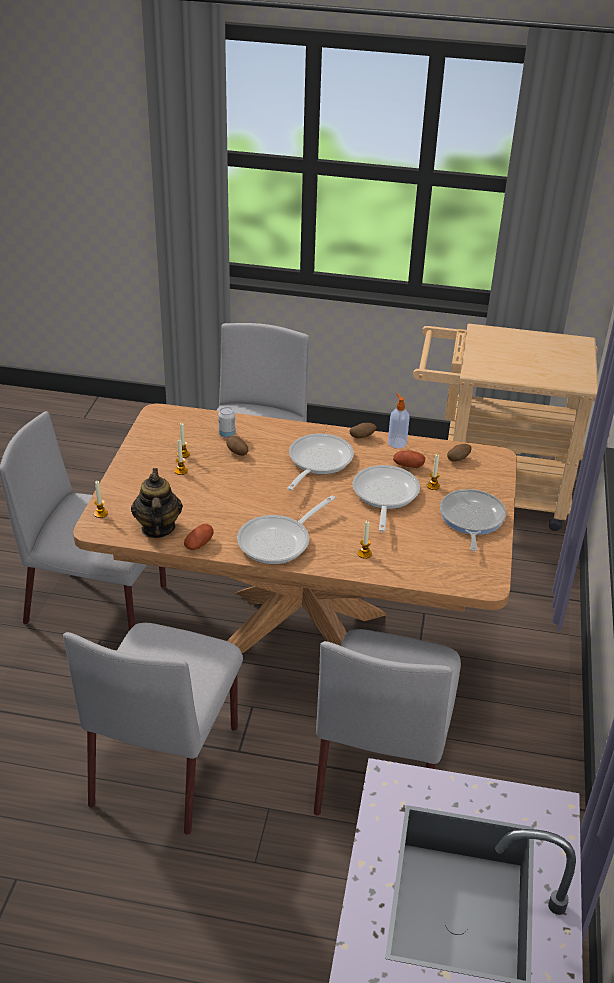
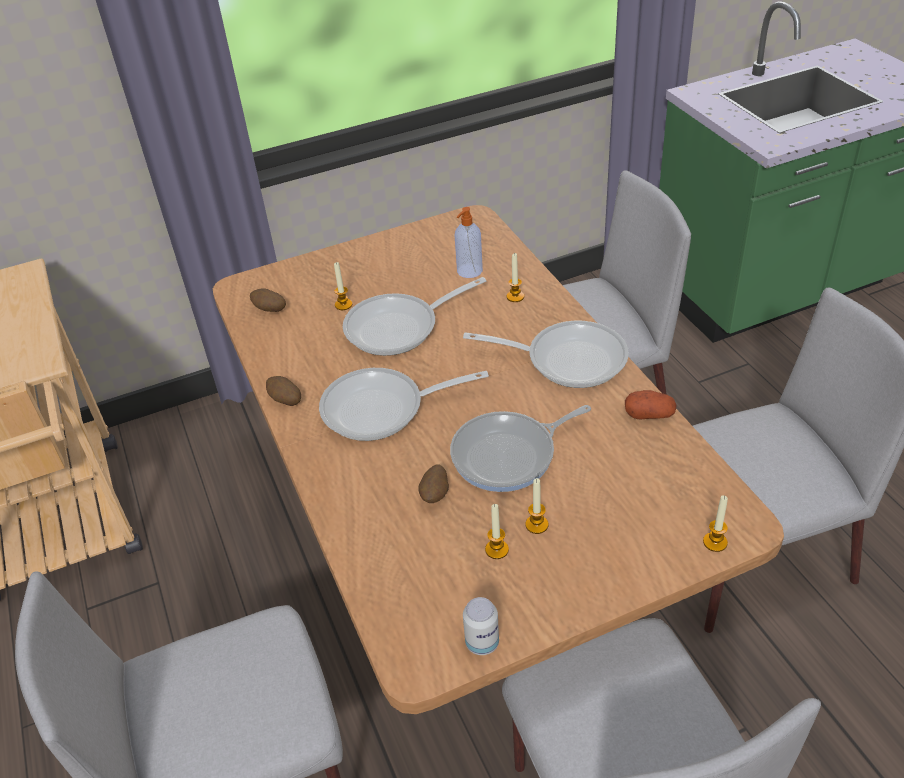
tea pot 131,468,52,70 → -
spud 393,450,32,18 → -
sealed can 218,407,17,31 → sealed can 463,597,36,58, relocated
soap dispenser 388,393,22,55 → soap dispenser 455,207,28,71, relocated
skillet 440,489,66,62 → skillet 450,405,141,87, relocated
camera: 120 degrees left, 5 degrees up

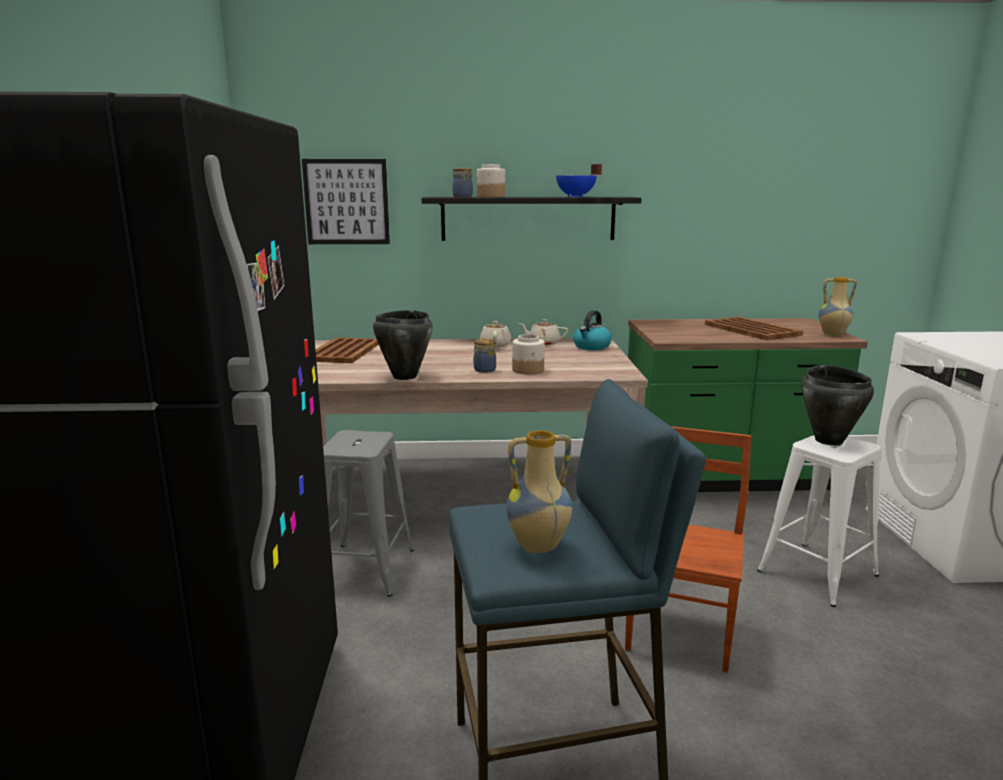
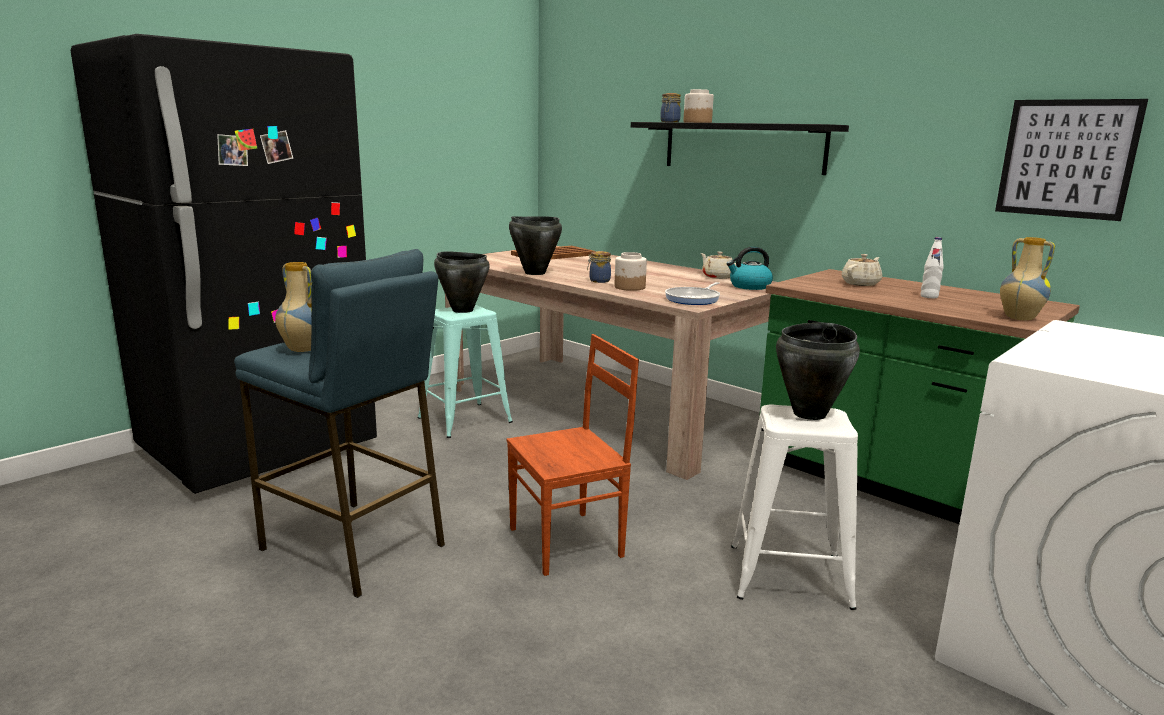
saucepot in bluish 556,164,46,33 → -
- → saucepot in blackish 434,252,56,61
- → skillet 665,282,55,23
picture 302,159,88,85 → picture 995,99,153,122, relocated
tea pot in beige 480,321,31,26 → tea pot in beige 842,254,40,32, relocated
carrying tray in brownish 705,317,98,24 → bottle in whitish 921,237,23,61
stool seat in greyish 323,430,91,167 → stool seat in turquoise-coloured 418,305,95,133
camera: 45 degrees right, 0 degrees up

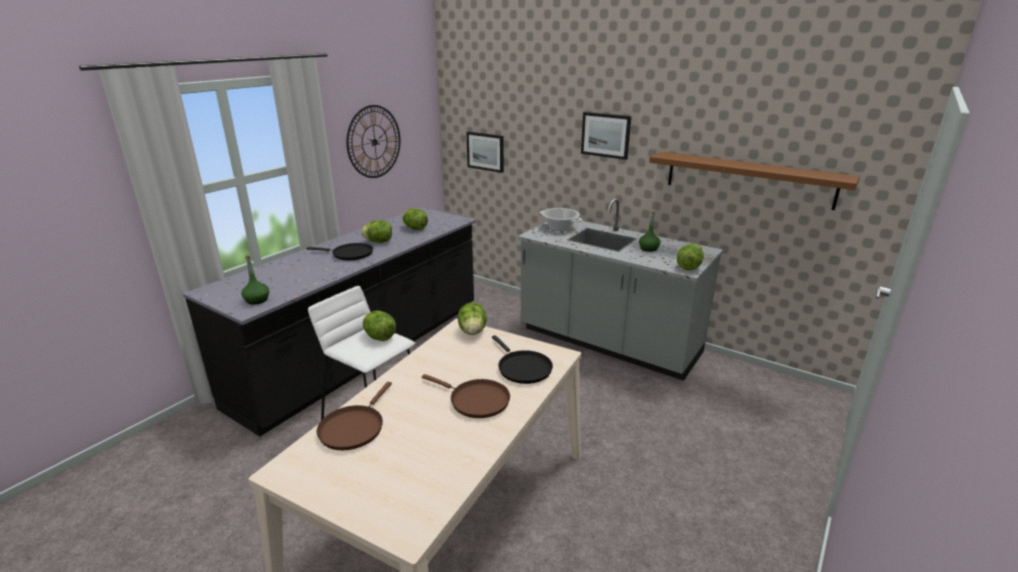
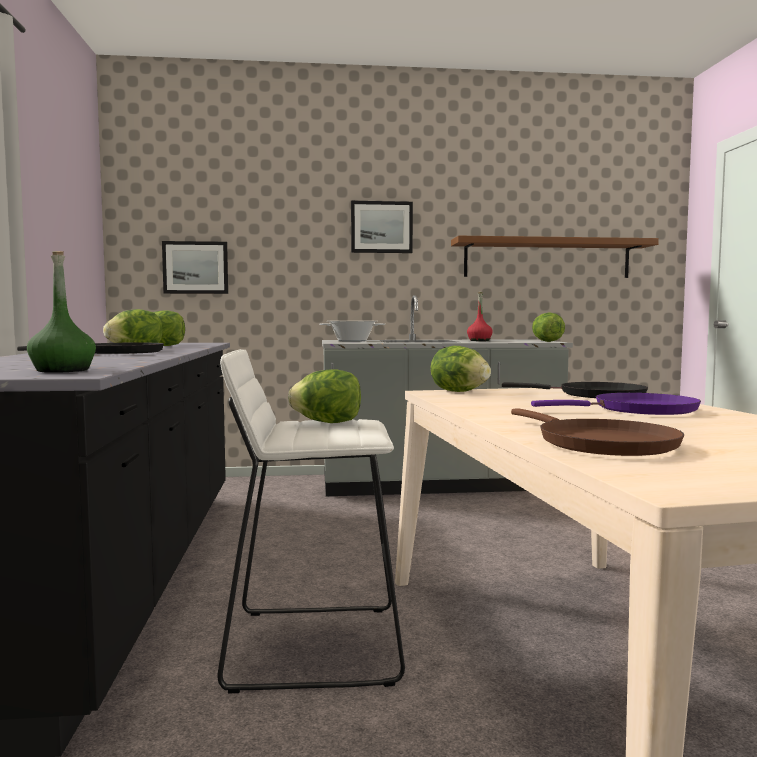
wall clock 347,105,53,73 → -
skillet in brownish 422,374,88,44 → skillet in purple-coloured 531,393,170,22
bottle in green 639,210,21,42 → bottle in red 467,292,26,49
camera: 40 degrees left, 20 degrees down

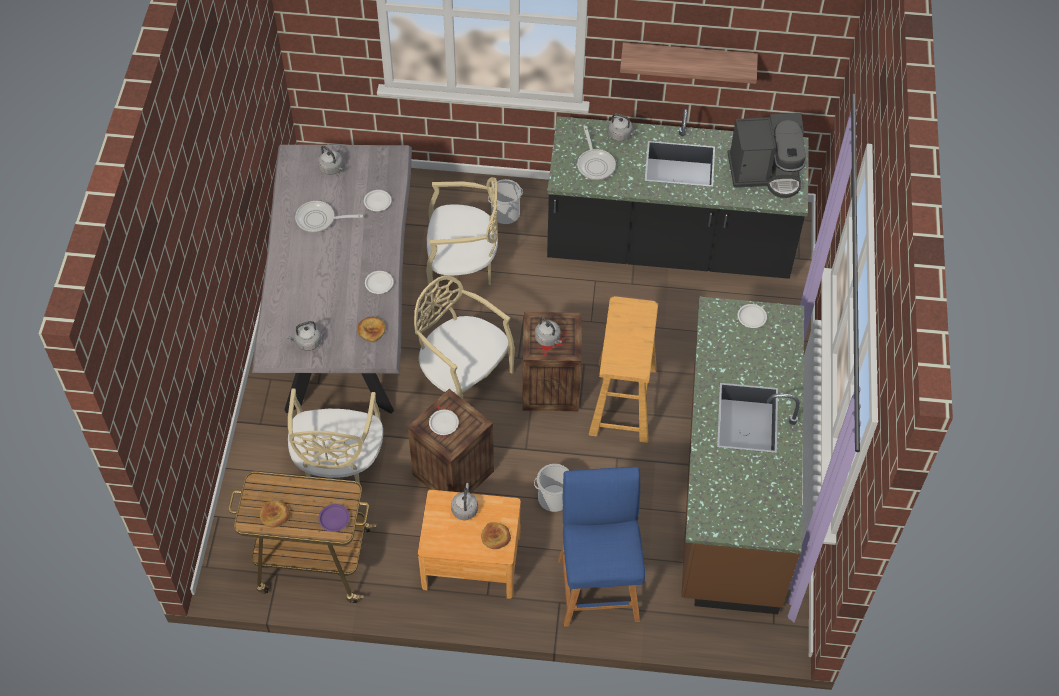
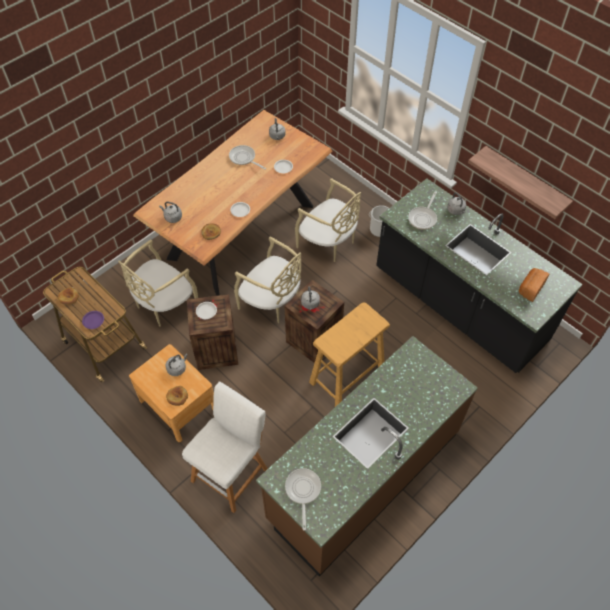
water bucket 534,464,35,48 → -
flat dish in whitish 738,304,29,24 → -
- → skillet 285,468,36,62
coffee brewer 727,113,79,85 → bread 519,268,30,34
dinner table in greyish 252,145,160,269 → dinner table in brownish 133,110,199,186
stool seat in bluish 558,467,87,160 → stool seat in whitish 182,382,86,131
upright chair in beige 414,275,101,124 → upright chair in beige 234,236,67,87, 135 degrees clockwise
camera: 40 degrees right, 0 degrees up

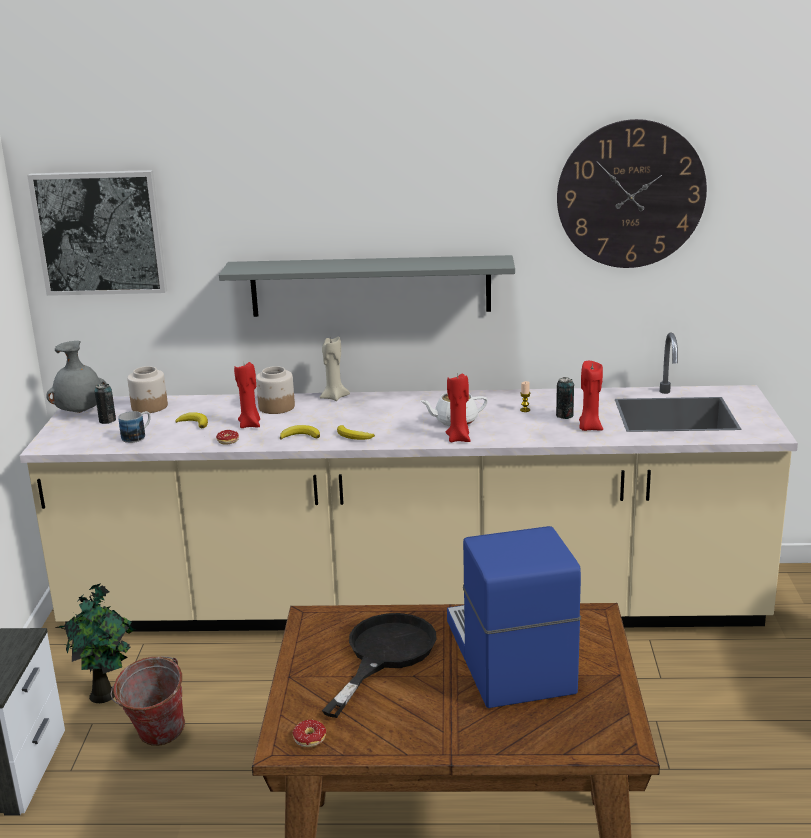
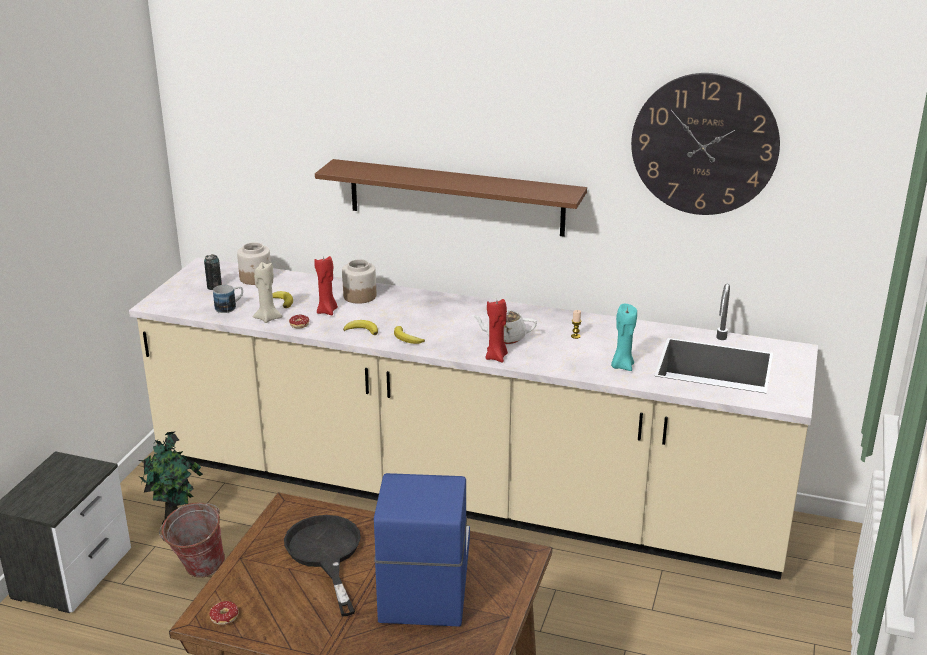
picture 27,170,140,126 → -
decorative vase in greyish 46,341,61,72 → -
sealed can 556,377,18,42 → -
candle in beige 320,336,30,65 → candle in beige 253,262,30,61, relocated
wall shelf in greyish 219,255,296,62 → wall shelf in brownish 315,159,272,78
candle in red 579,361,24,70 → candle in turquoise-coloured 611,304,26,67
skillet in blackish 322,613,115,105 → skillet in blackish 284,515,77,101, 60 degrees counterclockwise
camera: 15 degrees right, 5 degrees up

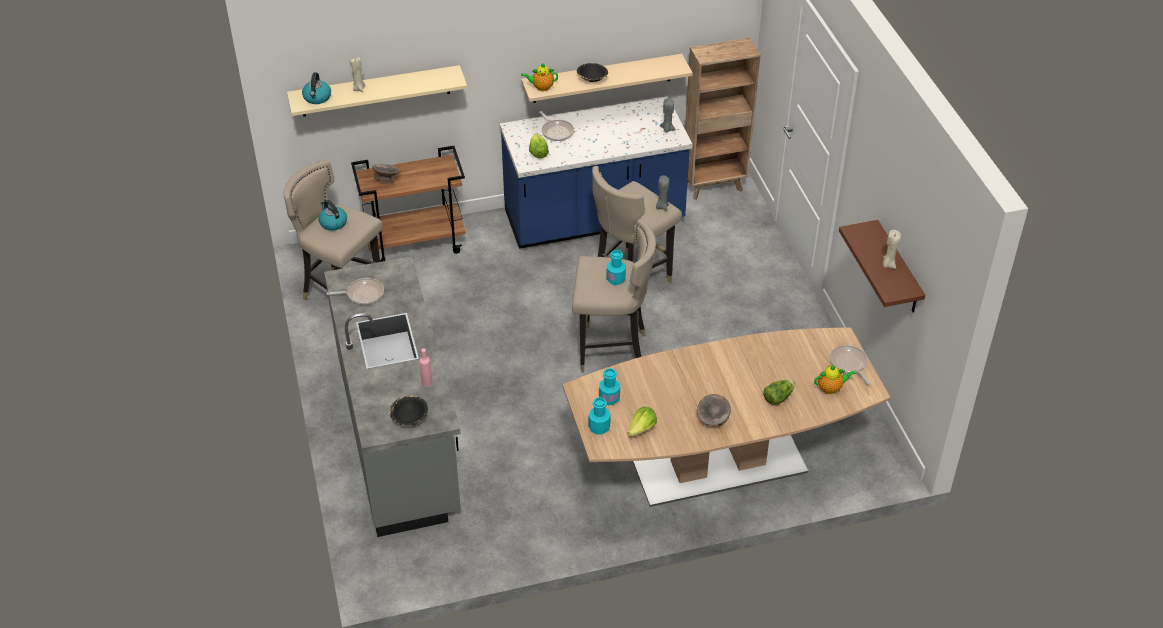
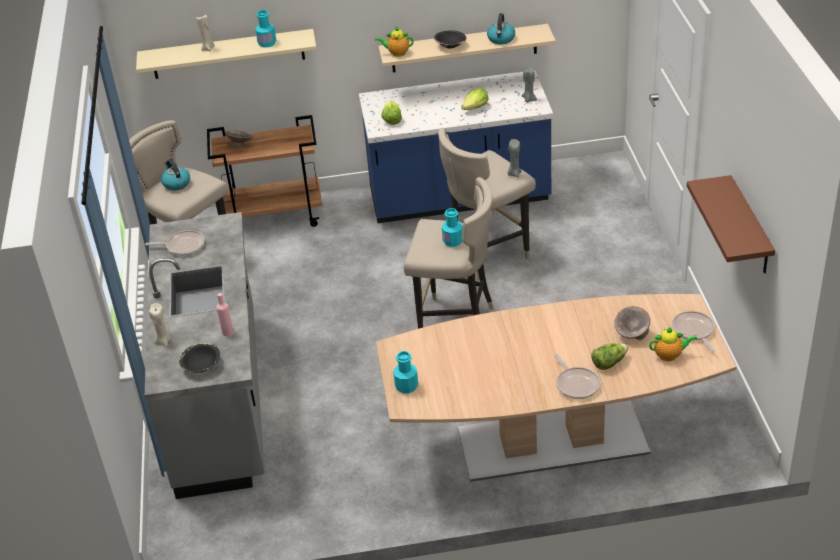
shelving unit in brownish 685,38,75,162 → -
kettle 302,73,29,31 → kettle 487,13,28,31, relocated
skillet 539,111,35,30 → skillet 554,354,46,45, relocated
bottle in turquoise-coloured 599,368,21,37 → bottle in turquoise-coloured 255,10,21,37, relocated
lettuce head 627,407,30,30 → lettuce head 461,88,28,22, relocated
serving bowl in greyish 697,394,34,32 → serving bowl in greyish 614,306,36,34, relocated
candle in beige 882,230,19,39 → candle in beige 149,303,23,43, relocated
camera: 10 degrees right, 5 degrees down

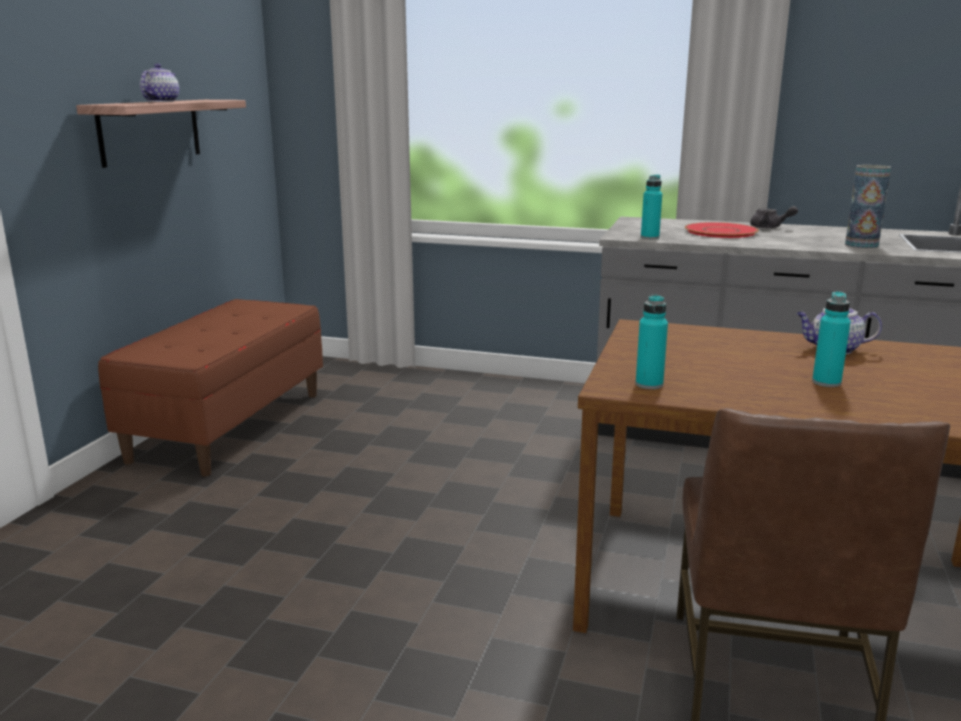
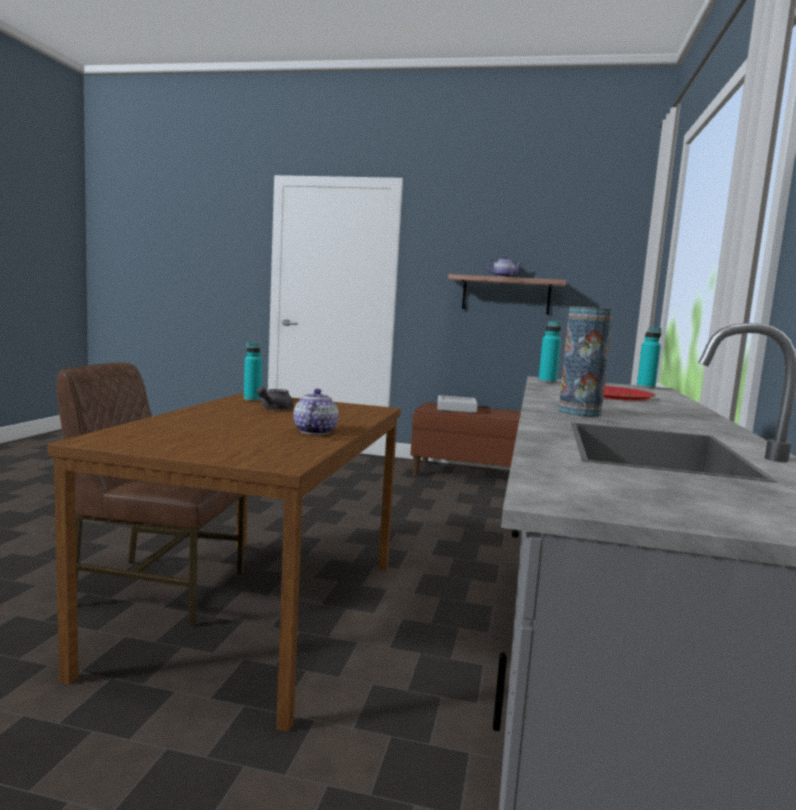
- → carrying tray in greyish 437,395,41,18
tea pot in greyish 750,206,48,23 → tea pot in greyish 257,387,36,23, relocated
bottle in turquoise-coloured 812,291,39,96 → bottle in turquoise-coloured 637,327,24,61, relocated
camera: 85 degrees right, 10 degrees down

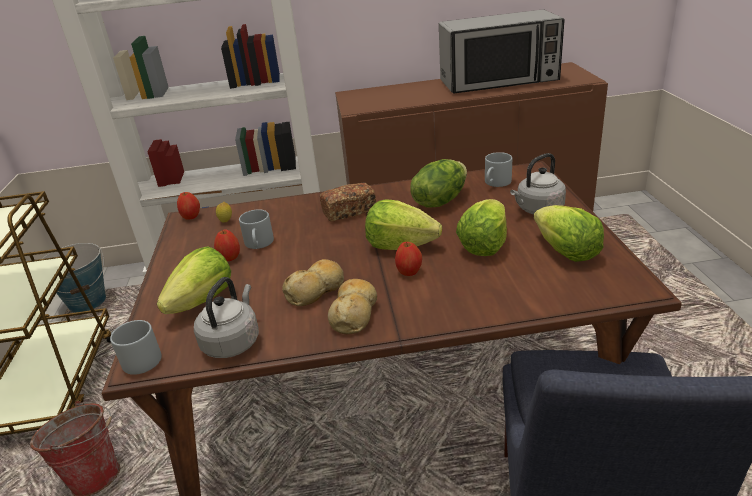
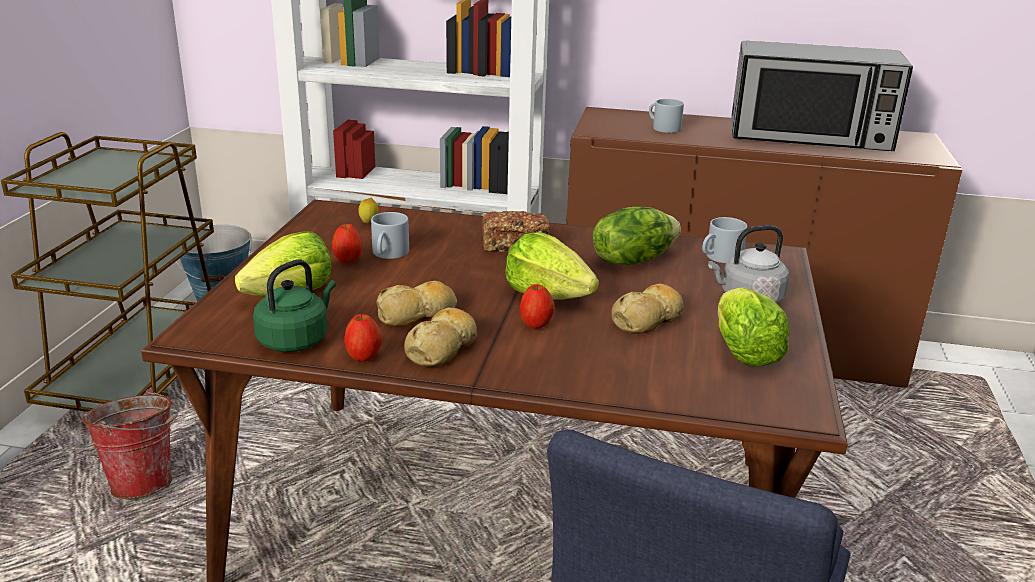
tea mug in greyish 110,320,52,55 → tea mug in greyish 649,99,35,34, relocated
apple 177,192,23,28 → apple 344,314,38,47, relocated
lettuce head 456,199,51,57 → bread 611,284,73,50
kettle in greyish 194,277,65,81 → kettle in green 253,259,83,93
camera: 15 degrees right, 5 degrees down

